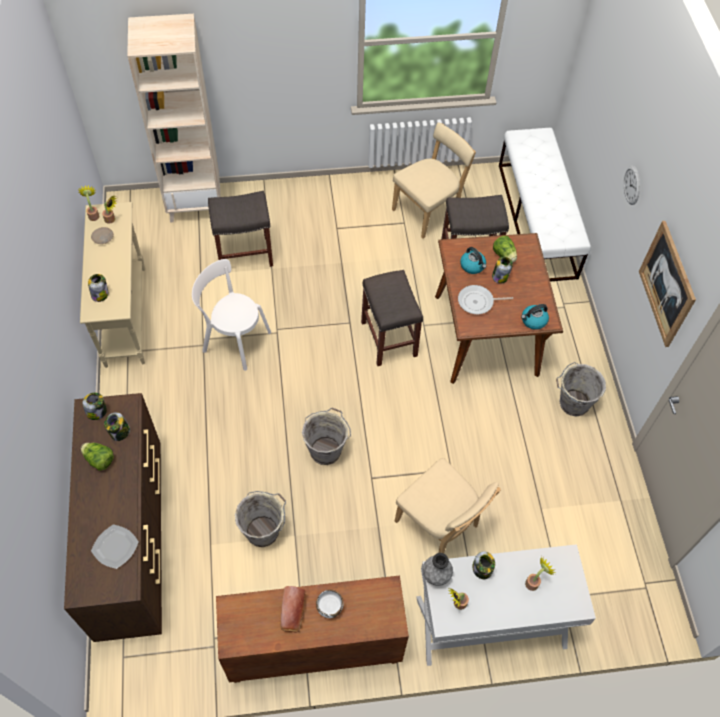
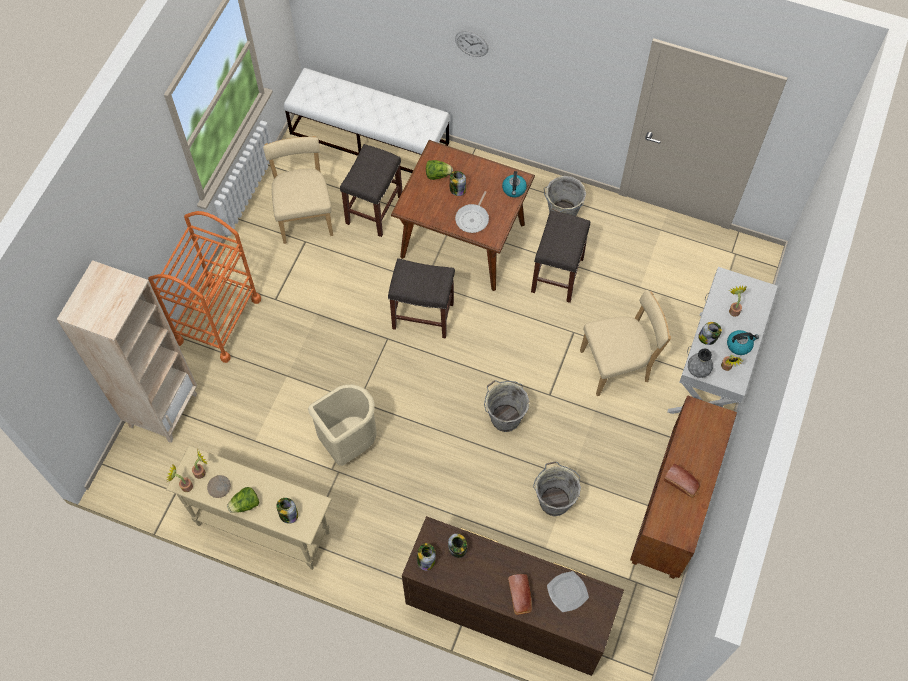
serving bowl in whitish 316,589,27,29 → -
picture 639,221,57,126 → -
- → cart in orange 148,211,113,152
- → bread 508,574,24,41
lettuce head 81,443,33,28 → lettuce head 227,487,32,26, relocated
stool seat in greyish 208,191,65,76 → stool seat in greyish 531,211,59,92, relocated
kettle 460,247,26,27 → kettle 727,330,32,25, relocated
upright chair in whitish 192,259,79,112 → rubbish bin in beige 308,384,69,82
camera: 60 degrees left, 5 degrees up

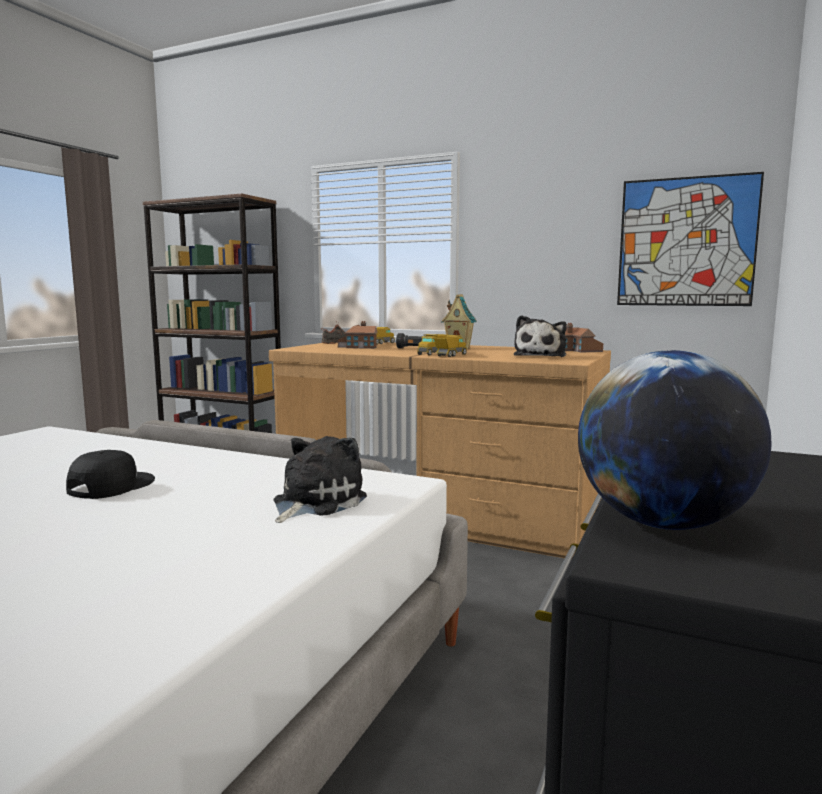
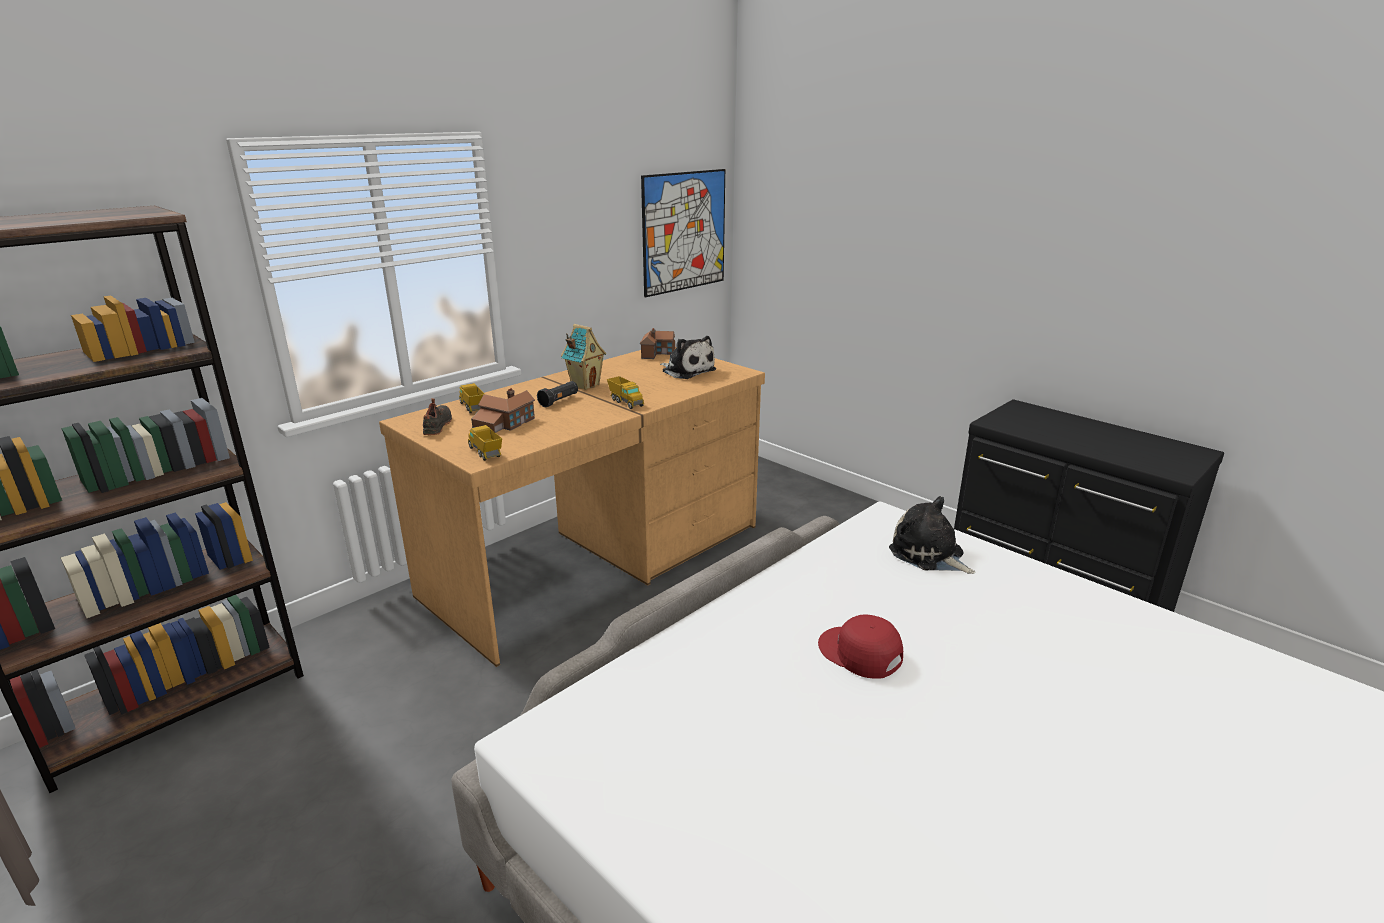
globe 578,350,193,180 → -
toy truck 434,335,33,22 → toy truck 468,425,34,36, relocated
baseball cap in blackish 66,450,89,49 → baseball cap in red 818,614,85,65
camera: 70 degrees left, 15 degrees up

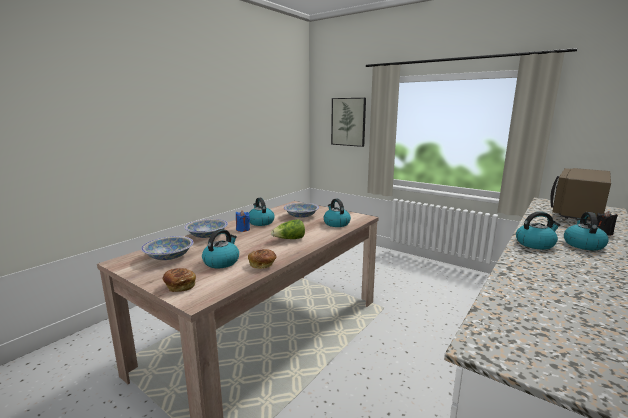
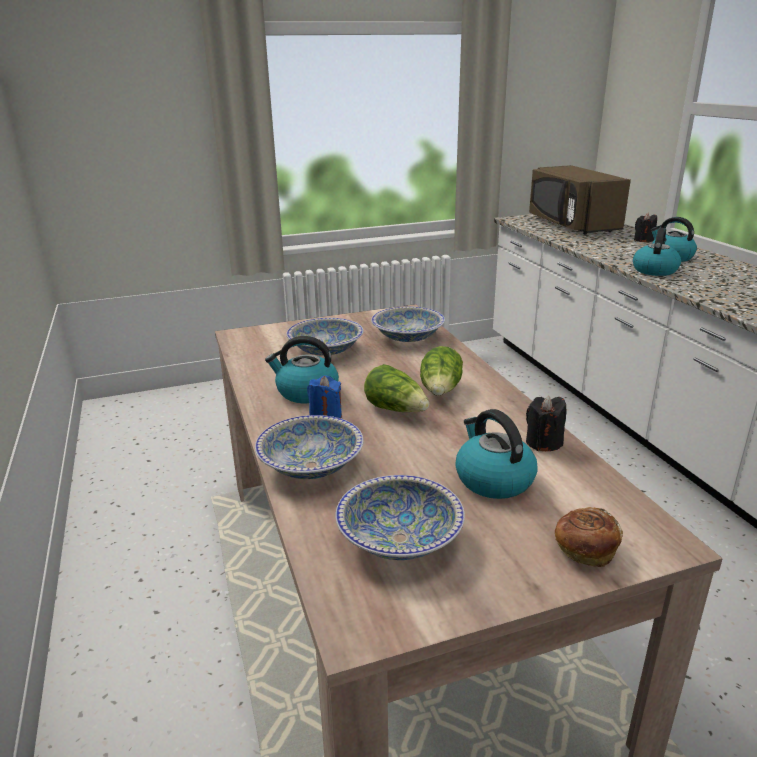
picture 331,98,35,49 → -
- → lettuce head 364,364,65,48
bread 248,249,28,20 → candle in blackish 526,396,40,55
kettle 323,199,28,28 → serving bowl 371,306,74,36
camera: 55 degrees left, 10 degrees up

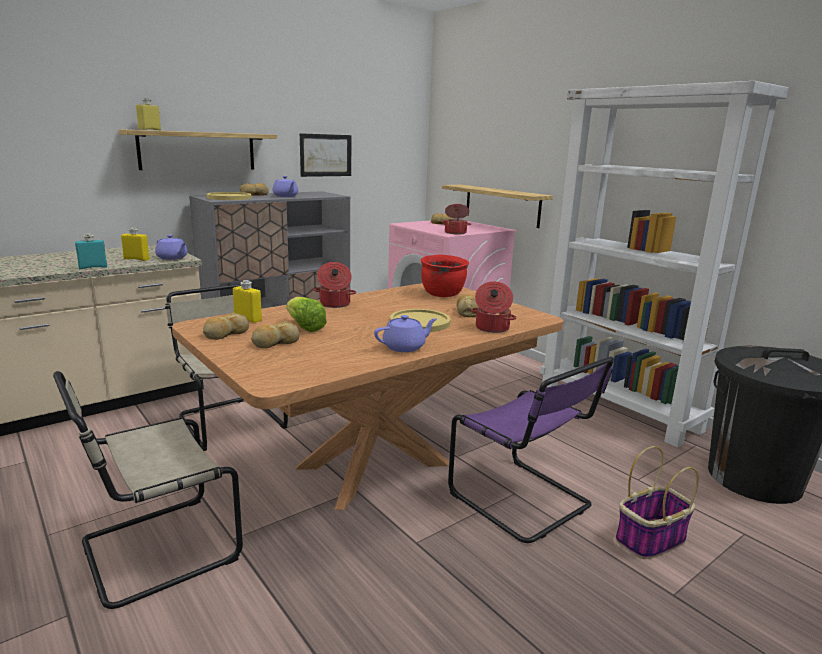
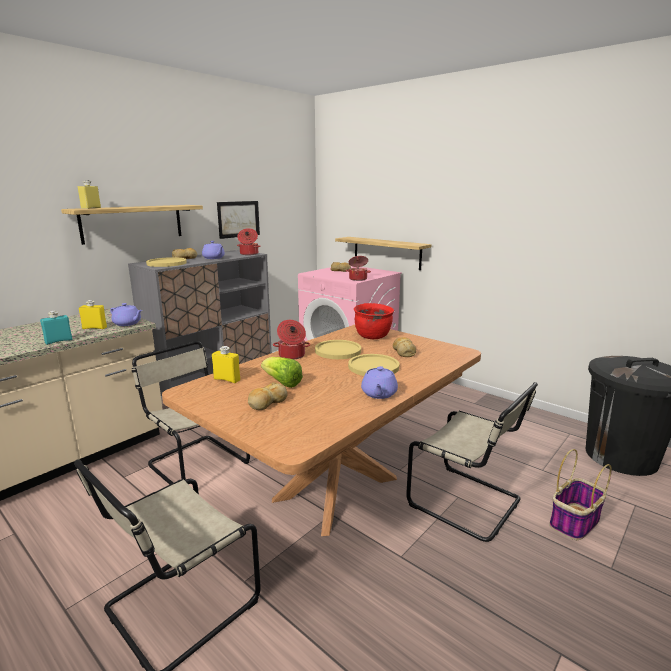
bread 203,312,46,28 → -
shelving unit in whitish 540,81,249,367 → -
- → flat dish in yellow 315,340,46,19
saucepot 471,281,46,52 → saucepot 237,228,23,27, relocated
upright chair in purple-coloured 448,357,166,186 → upright chair in beige 406,382,132,160
tea pot in purple-coloured 374,315,63,37 → tea pot in purple-coloured 361,366,37,33, 135 degrees clockwise
camera: 10 degrees left, 0 degrees up

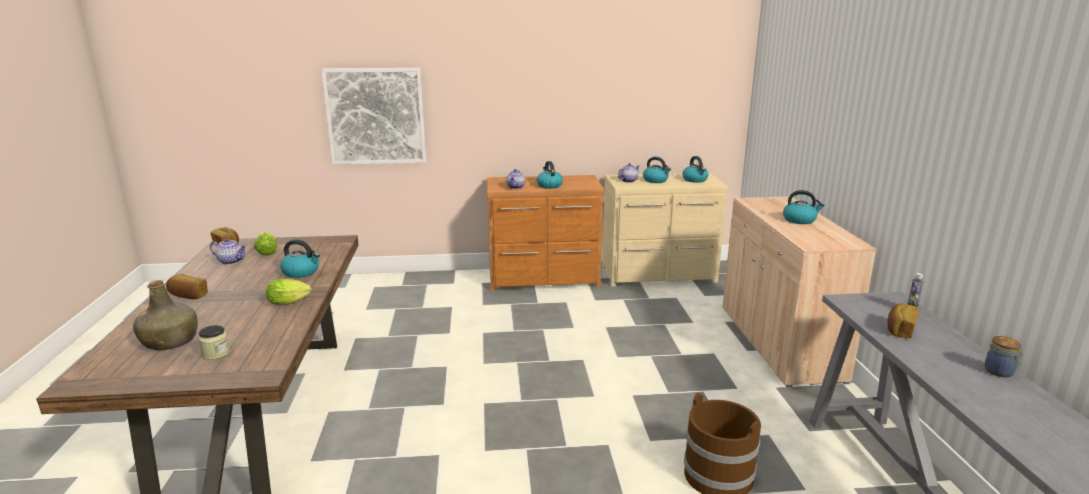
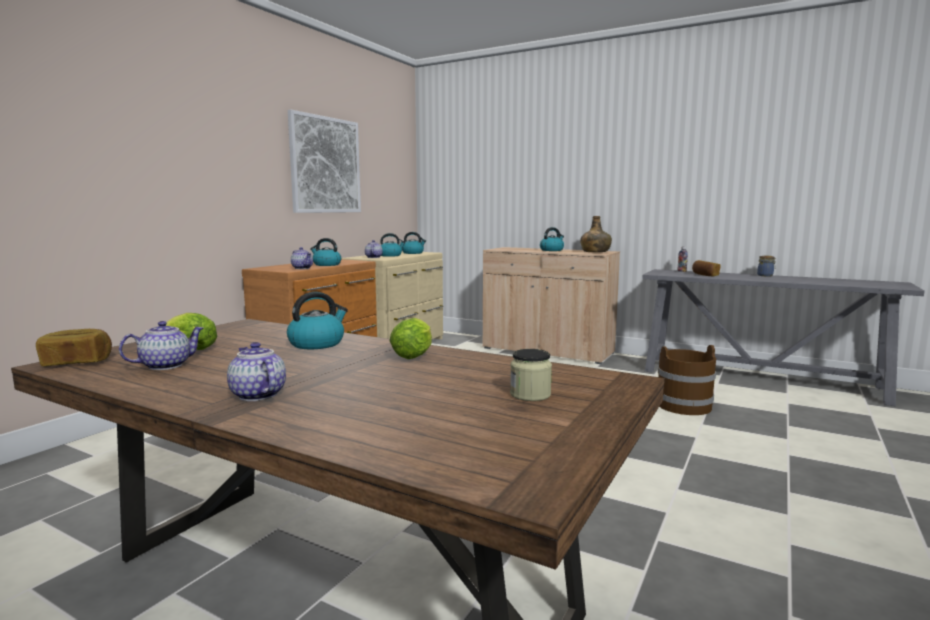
bottle in green 133,280,65,70 → bottle in green 580,216,32,36, relocated
picture 321,68,106,97 → picture 288,110,73,103, relocated
bread 166,274,42,26 → tea pot 227,342,59,59
camera: 55 degrees left, 10 degrees down

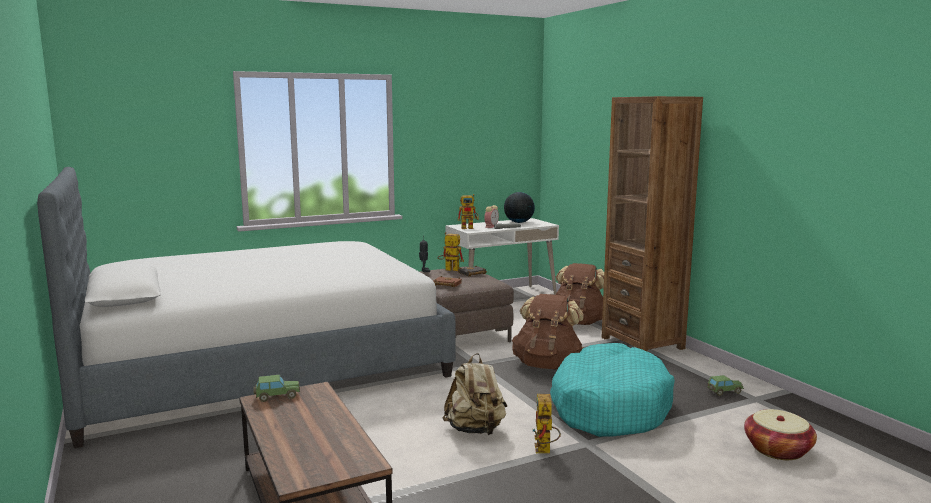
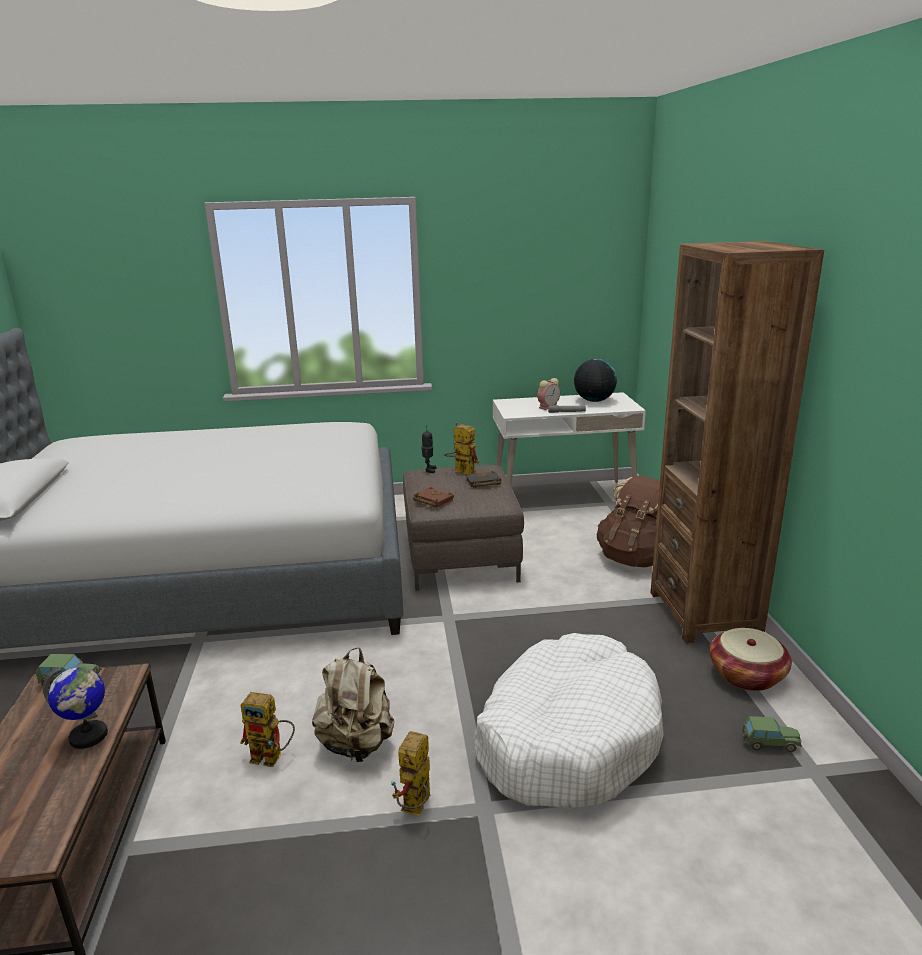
rucksack in brownish 512,294,72,75 → -
- → globe 43,667,65,82
model robot 457,194,22,35 → model robot 240,692,55,75, relocated
basket 744,409,73,51 → basket 710,628,82,63, relocated
pet bed in turquoise-coloured 550,343,125,94 → pet bed in whitish 473,633,191,175
camera: 20 degrees right, 10 degrees up

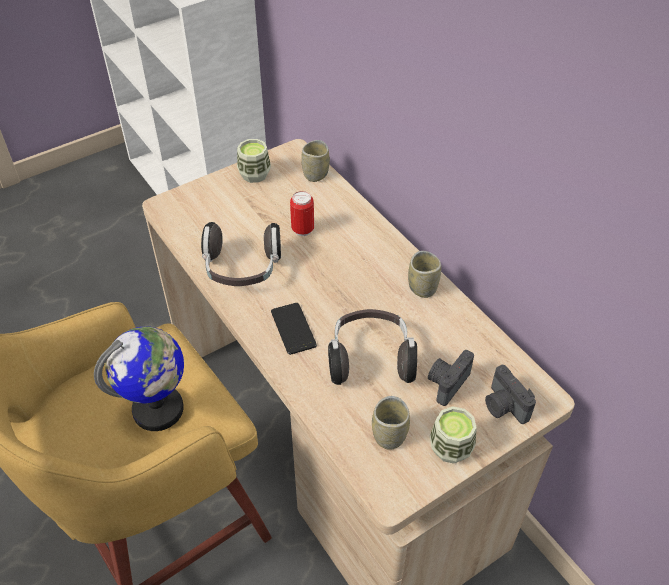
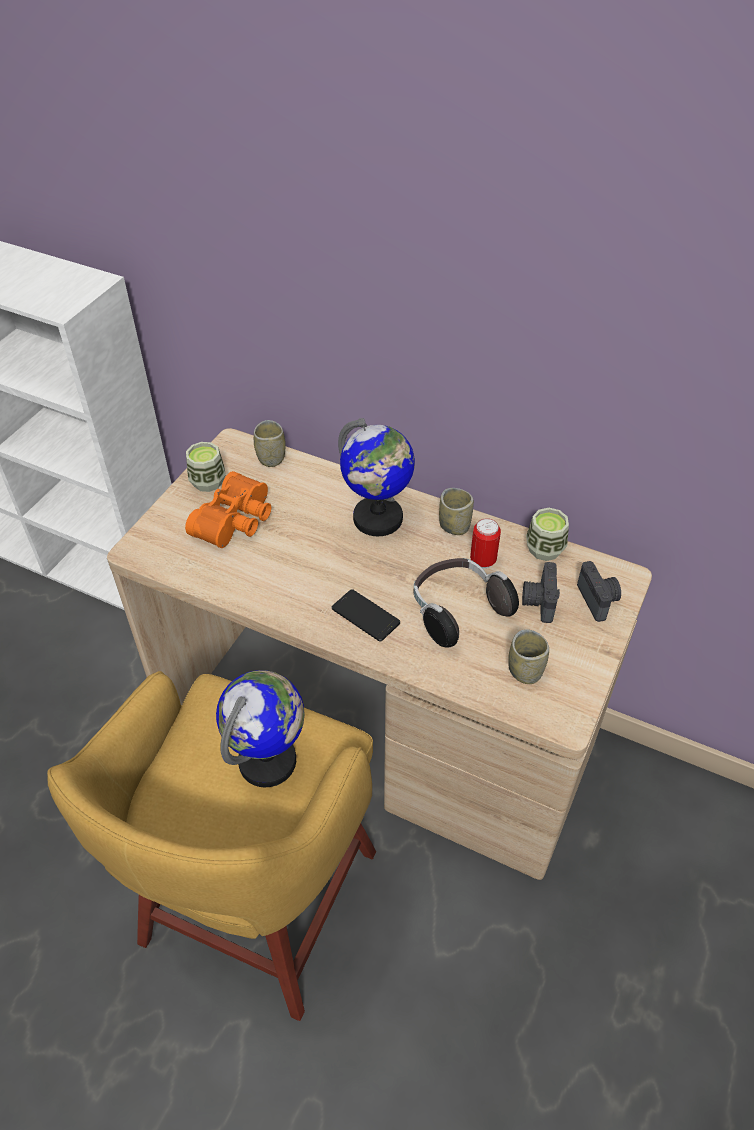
headphones 201,222,80,64 → -
- → pair of binoculars in orange 185,471,86,77
- → globe 338,418,77,118
sealed can 290,191,24,45 → sealed can 470,518,31,51, relocated
cup 430,406,47,58 → cup 526,508,43,53, relocated
still camera 485,365,51,59 → still camera 577,561,44,61, 135 degrees counterclockwise
camera: 30 degrees left, 0 degrees up

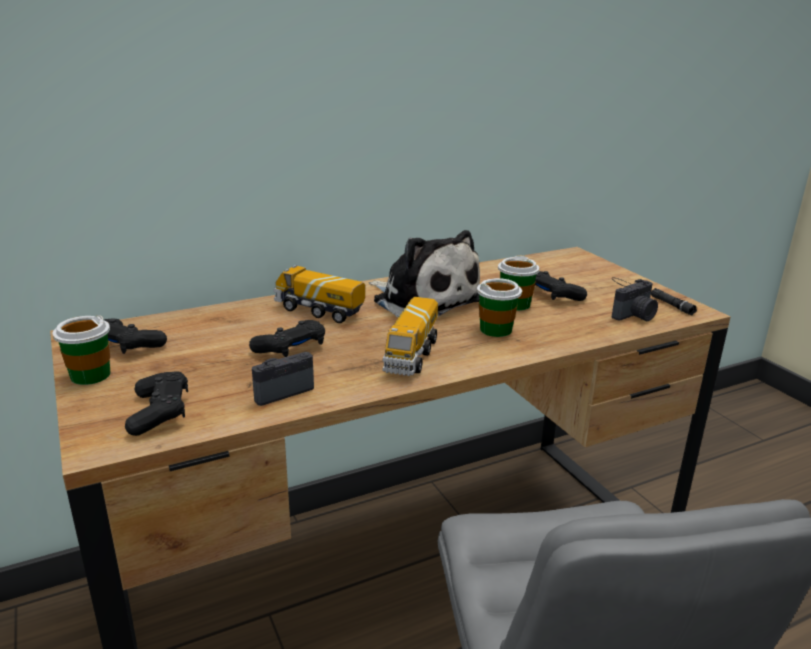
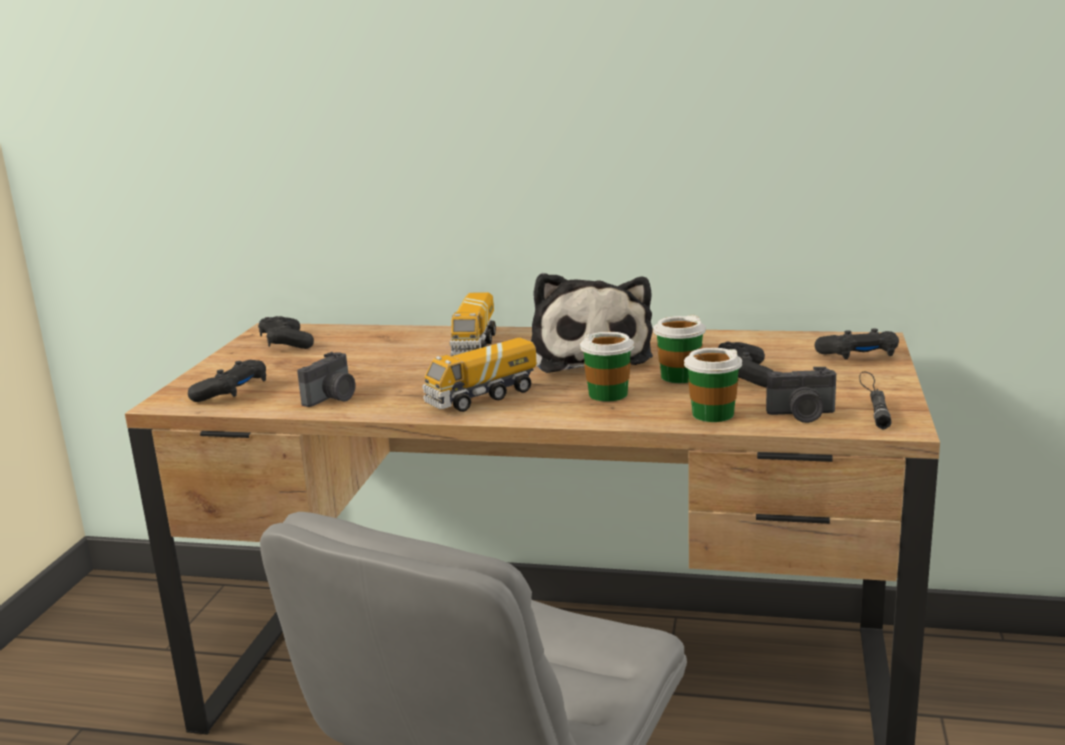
cup 52,315,58,70 → cup 684,348,58,74, relocated
game controller in blackish 249,320,76,37 → game controller in blackish 815,329,84,31, relocated
still camera 252,352,62,54 → still camera 297,352,58,55, 120 degrees clockwise
toy truck 274,265,91,58 → toy truck 450,292,46,64, 150 degrees counterclockwise
camera: 40 degrees right, 5 degrees down

